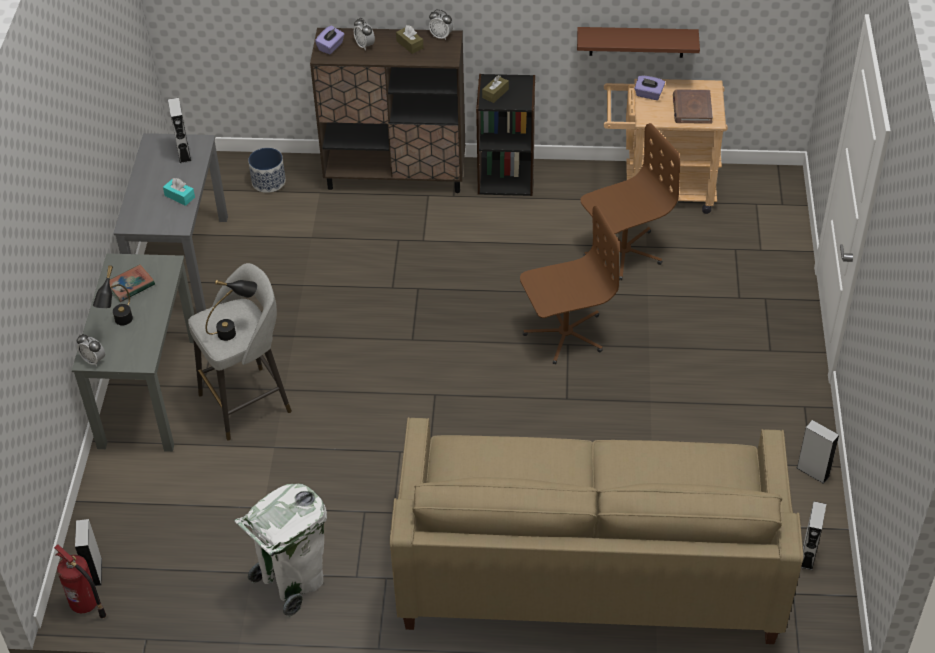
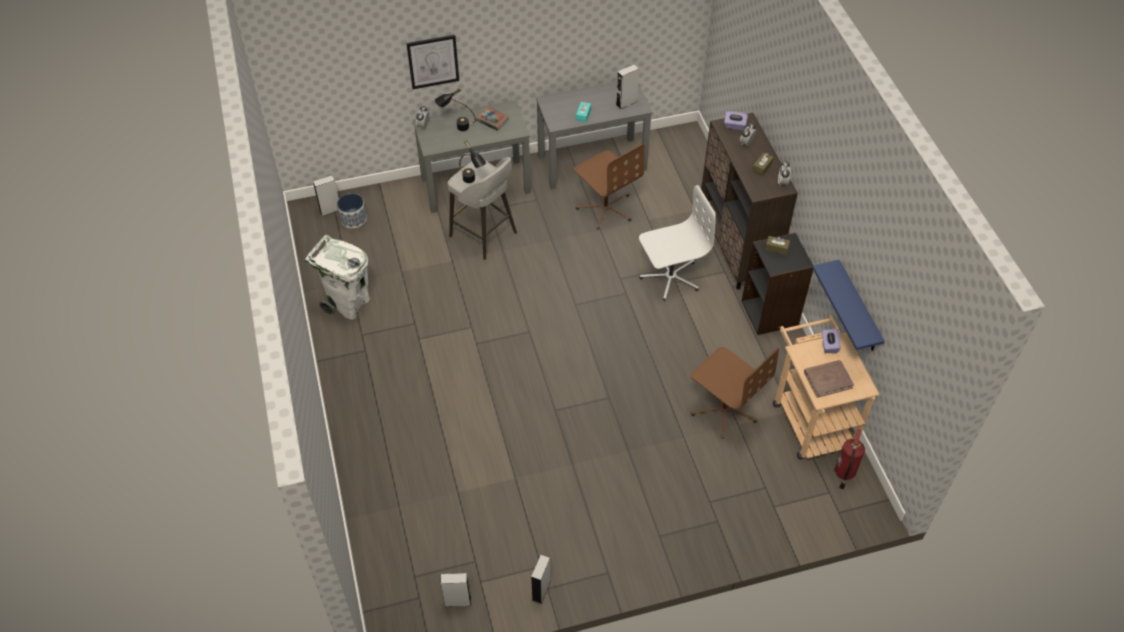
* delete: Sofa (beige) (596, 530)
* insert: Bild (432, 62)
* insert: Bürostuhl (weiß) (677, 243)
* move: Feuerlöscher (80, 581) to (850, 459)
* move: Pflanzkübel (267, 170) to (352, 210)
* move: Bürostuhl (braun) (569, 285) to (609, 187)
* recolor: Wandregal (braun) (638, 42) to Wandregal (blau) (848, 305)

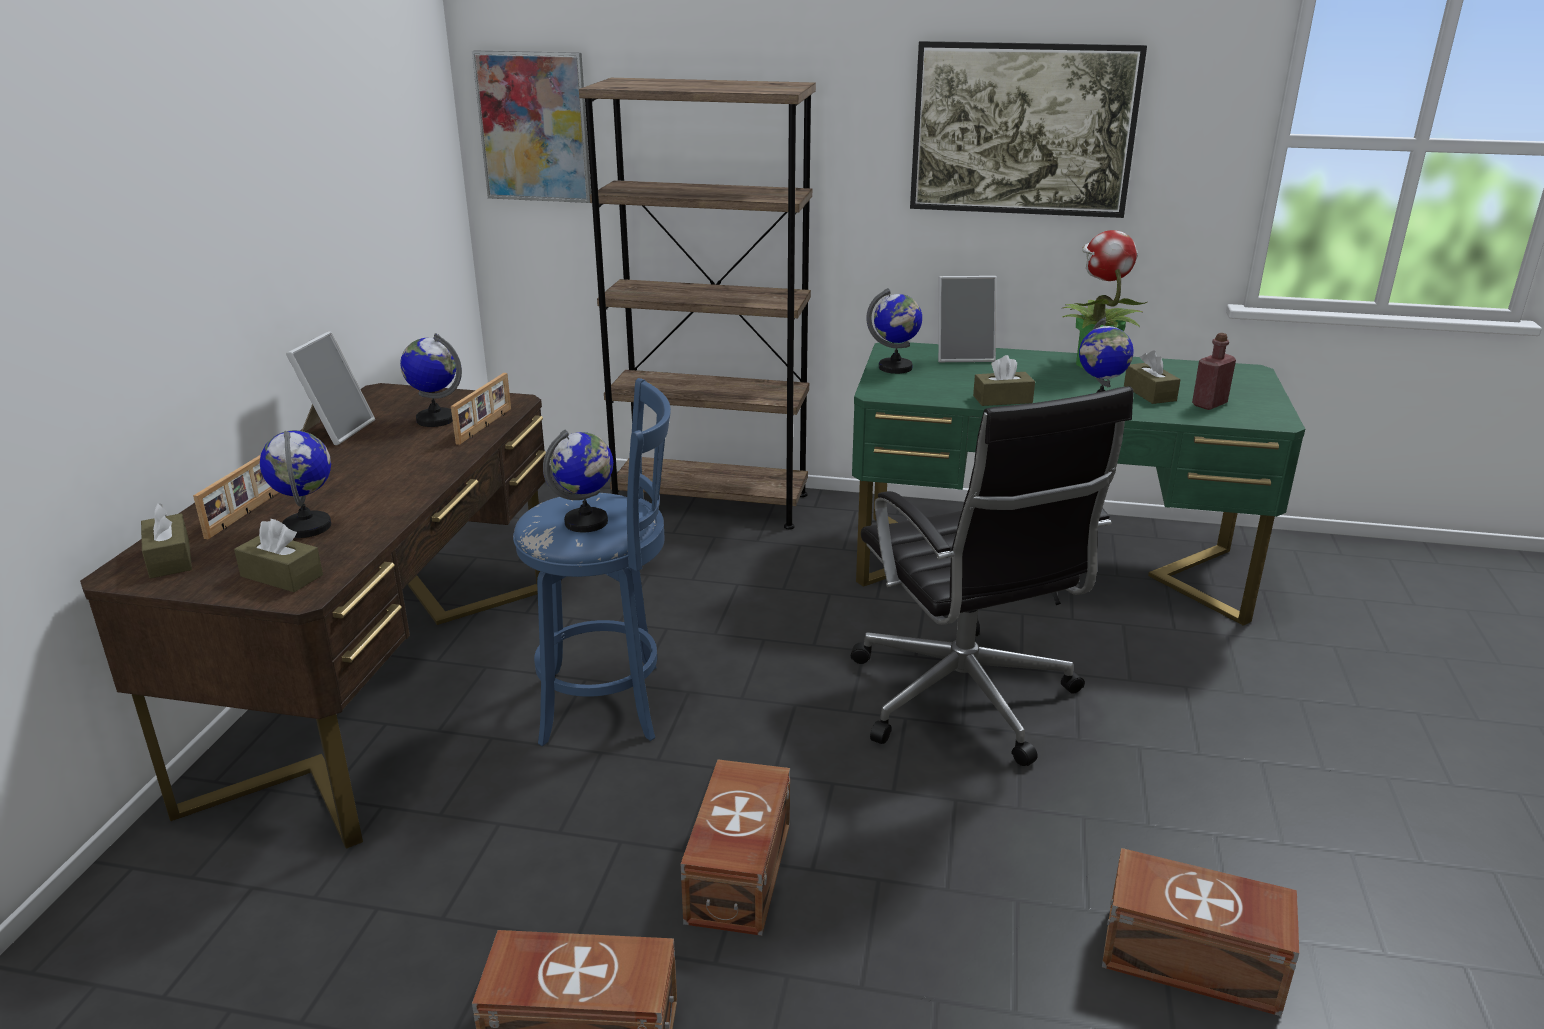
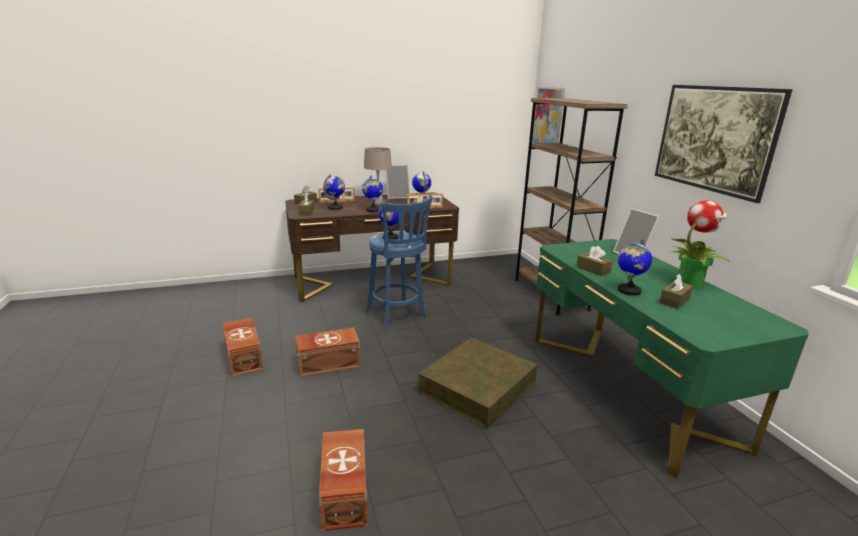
* delete: Flasche (rot) (1214, 371)
* insert: Tischlampe (beige) (378, 175)
* move: Globus (894, 331) to (372, 193)
* replace: Bürostuhl (schwarz) (992, 576) to Aufbewahrungsbox (braun) (478, 383)

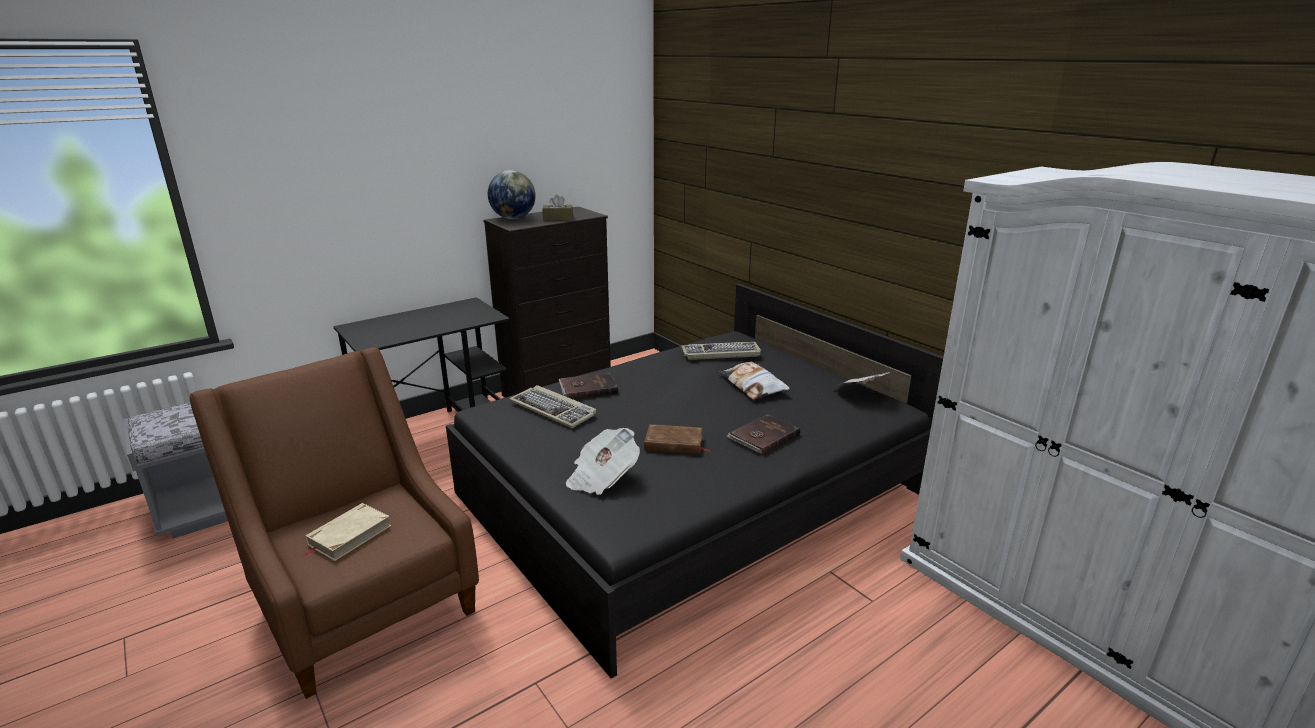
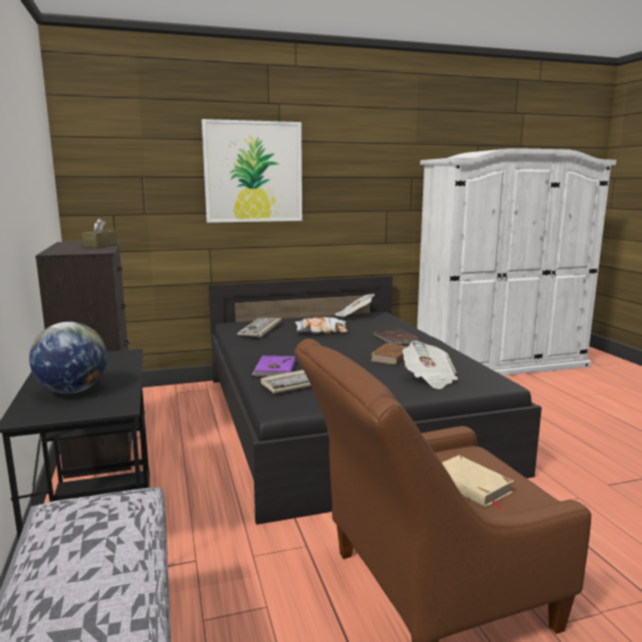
* insert: Bild (252, 171)
* move: Globus (511, 194) to (68, 358)
* recolor: Buch (braun) (588, 385) to Buch (lila) (273, 366)

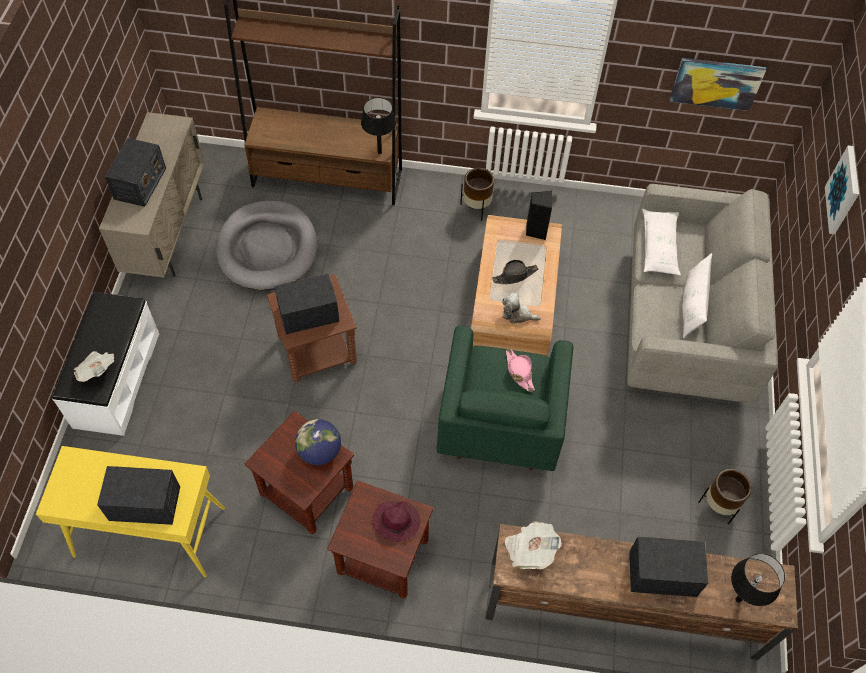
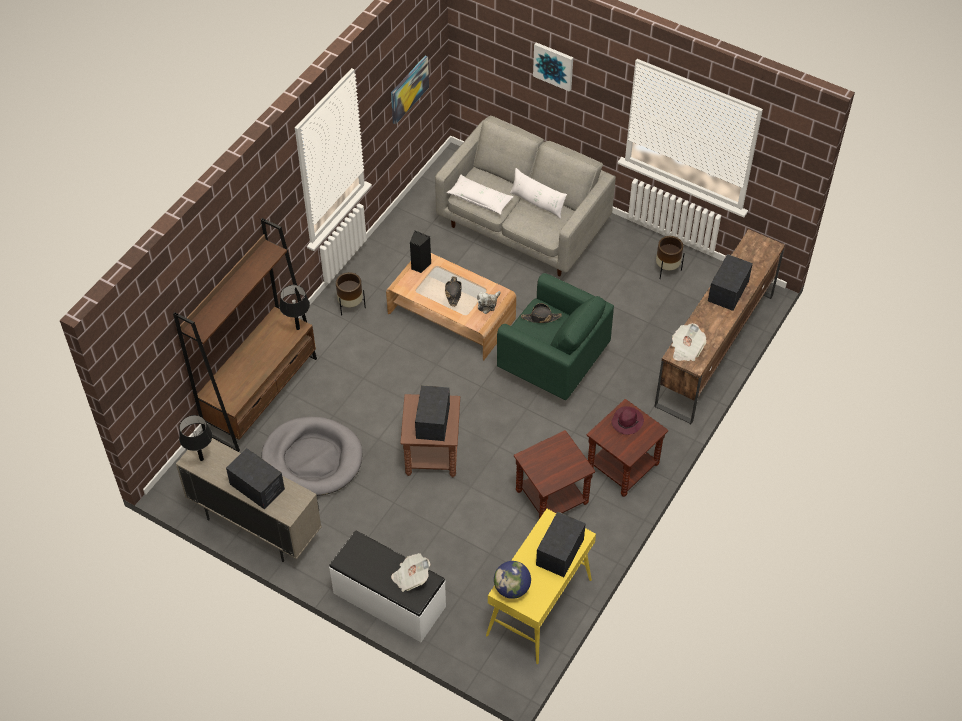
* move: Globus (318, 442) to (512, 580)
* move: Tischlampe (schwarz) (758, 579) to (195, 438)
* recolor: Hut (rosa) (520, 370) to Hut (schwarz) (541, 313)

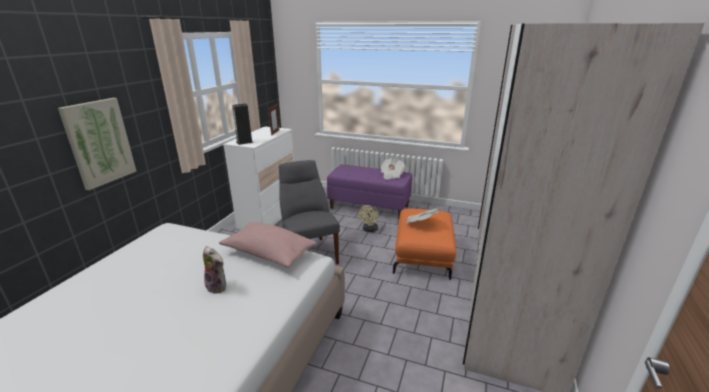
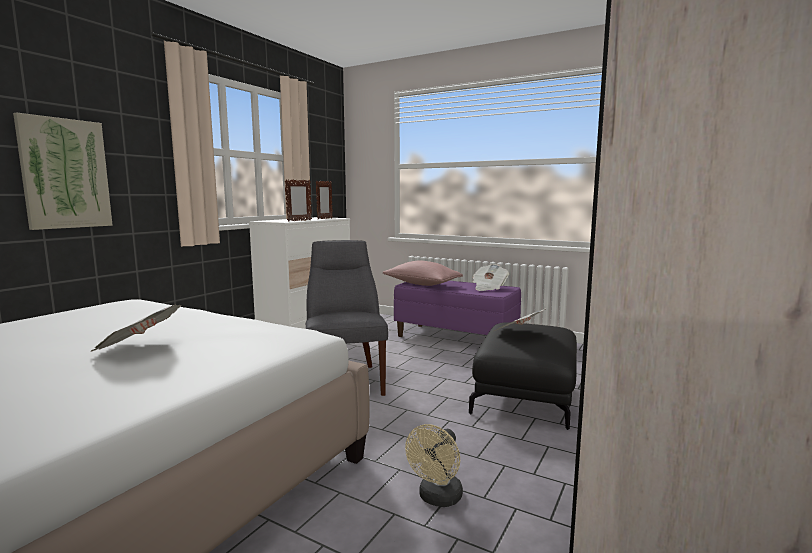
* delete: Lautsprecher (242, 124)
* insert: Bilderrahmen (298, 200)
* move: Kissen (rosa) (268, 245) to (422, 273)
* move: Ventilator (beige) (368, 218) to (434, 465)
* replace: Plüschtier (214, 270) to Zeitung (136, 327)
* recolor: Polsterhocker (orange) (424, 244) to Polsterhocker (schwarz) (523, 376)

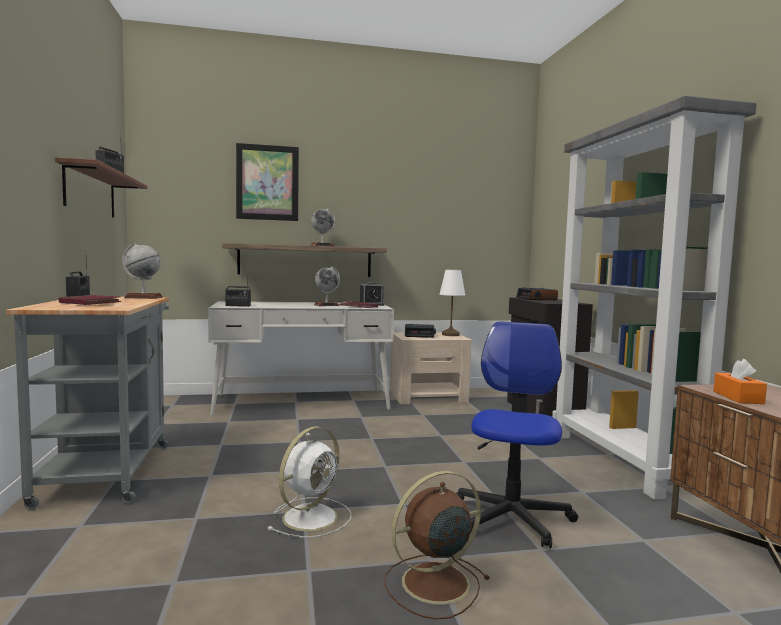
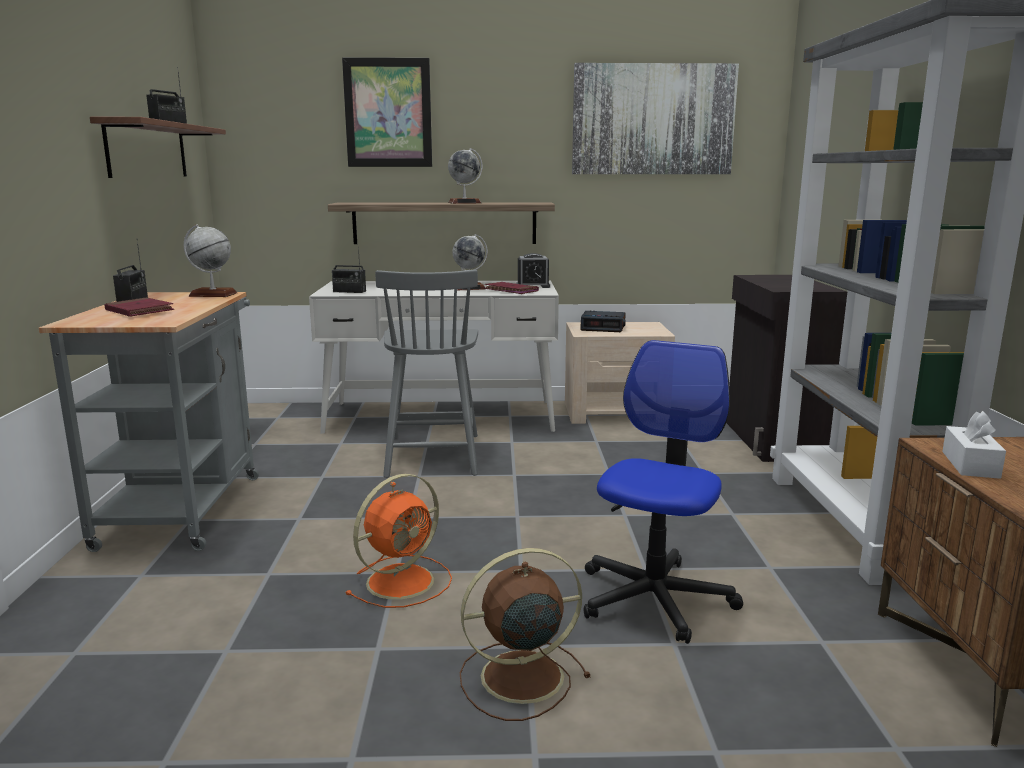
* delete: Tischlampe (weiß) (452, 303)
* delete: Wecker (537, 294)
* insert: Stuhl (grau) (426, 374)
* insert: Bild (655, 118)
* recolor: Ventilator (weiß) (309, 482) to Ventilator (orange) (399, 541)
* recolor: Taschentuchbox (orange) (740, 381) to Taschentuchbox (weiß) (974, 445)

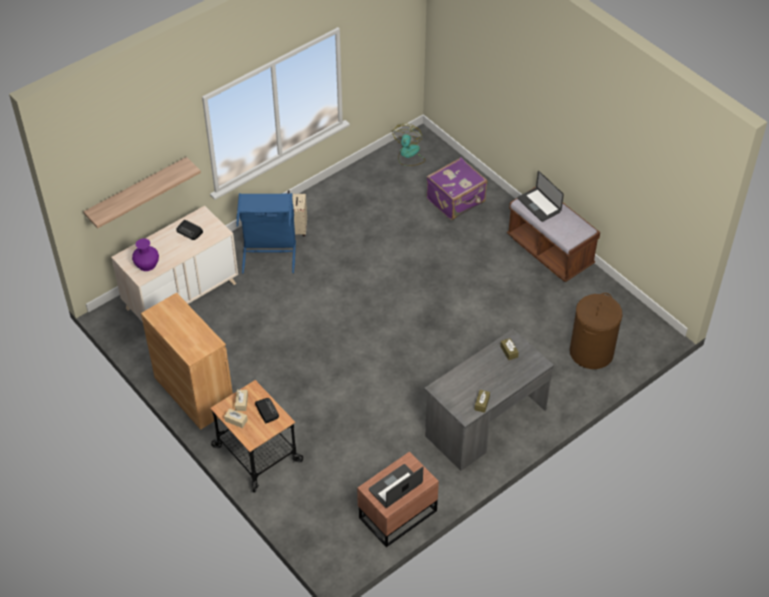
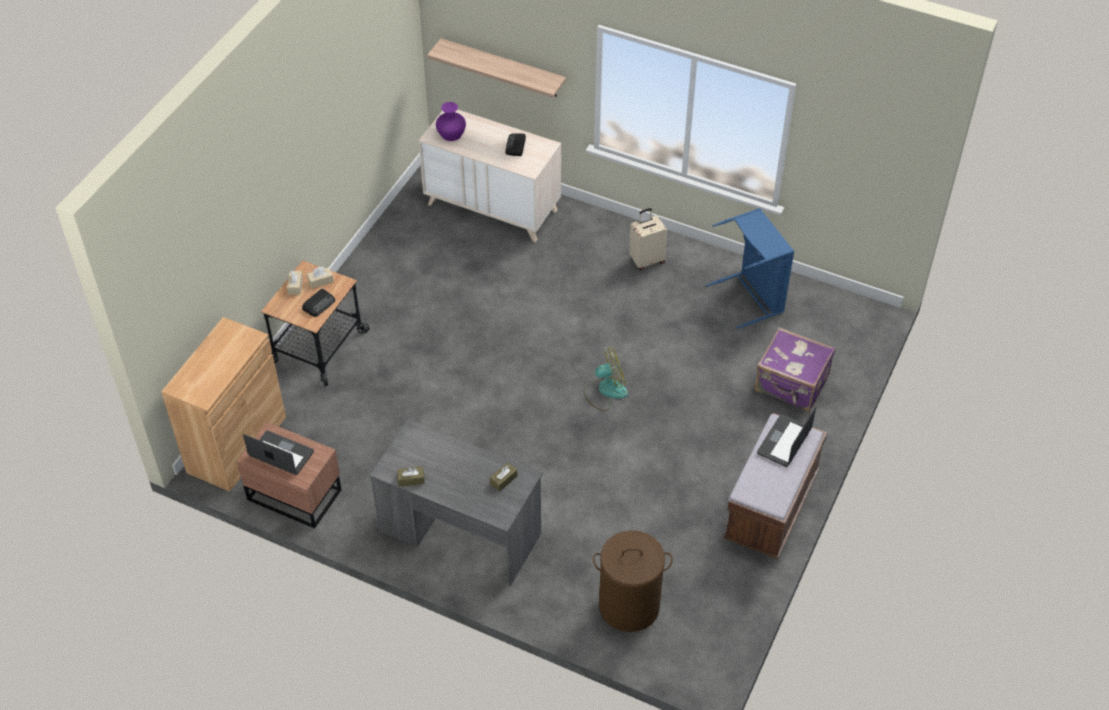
* move: Schrank (braun) (187, 361) to (223, 404)
* move: Wäschekorb (blau) (266, 233) to (750, 268)
* move: Ventilator (408, 145) to (606, 379)

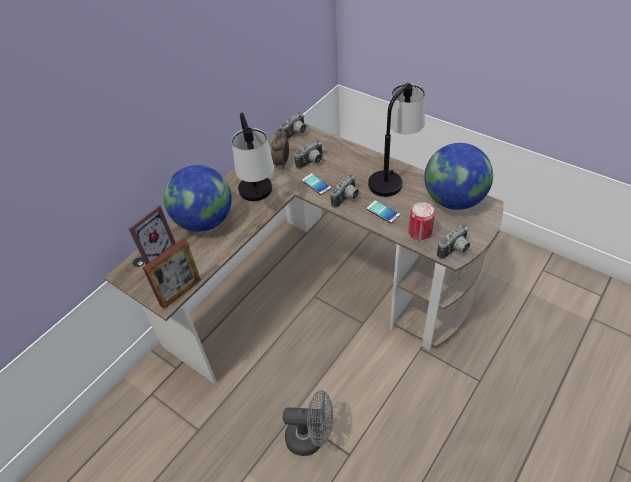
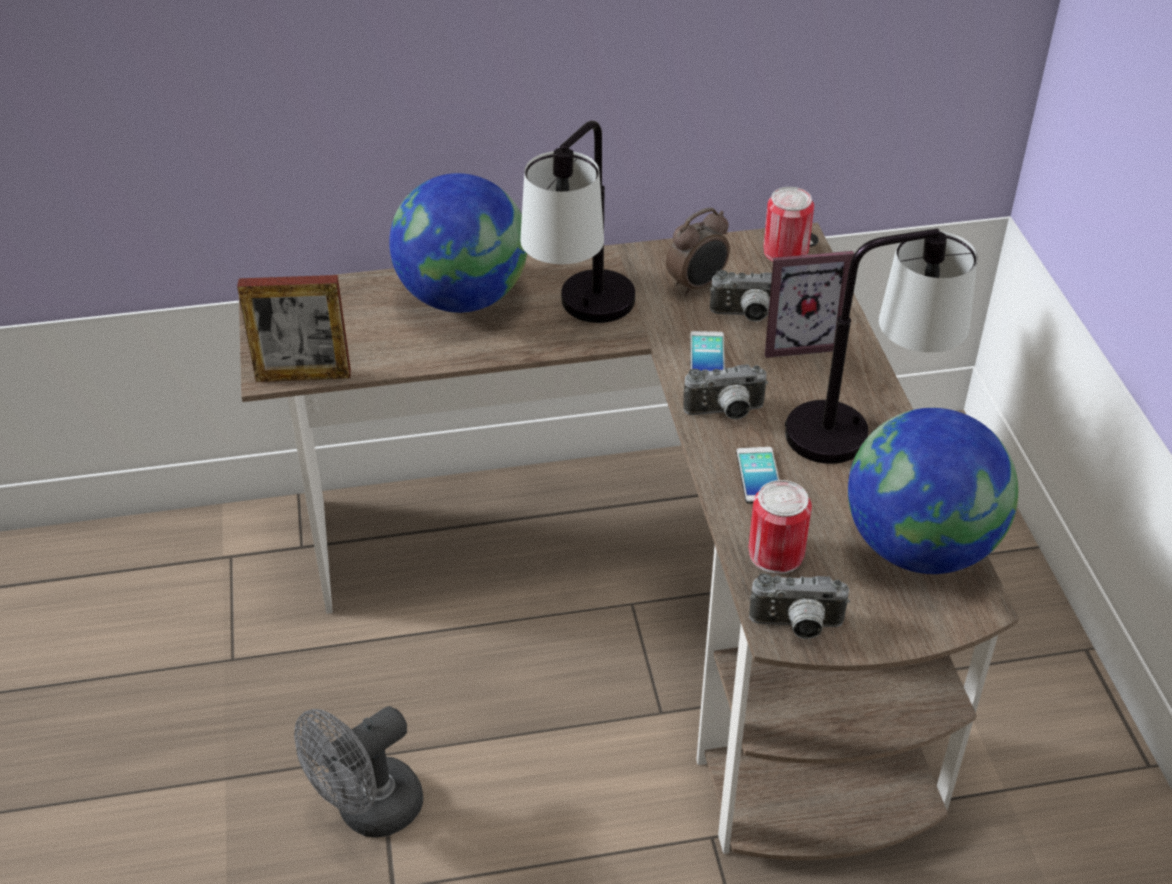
* move: Bilderrahmen (152, 235) to (809, 304)
* replace: Kamera (293, 126) to Dose (788, 224)
* rotate: Ventilator (grau) (308, 423) = (358, 772) 90 degrees clockwise

